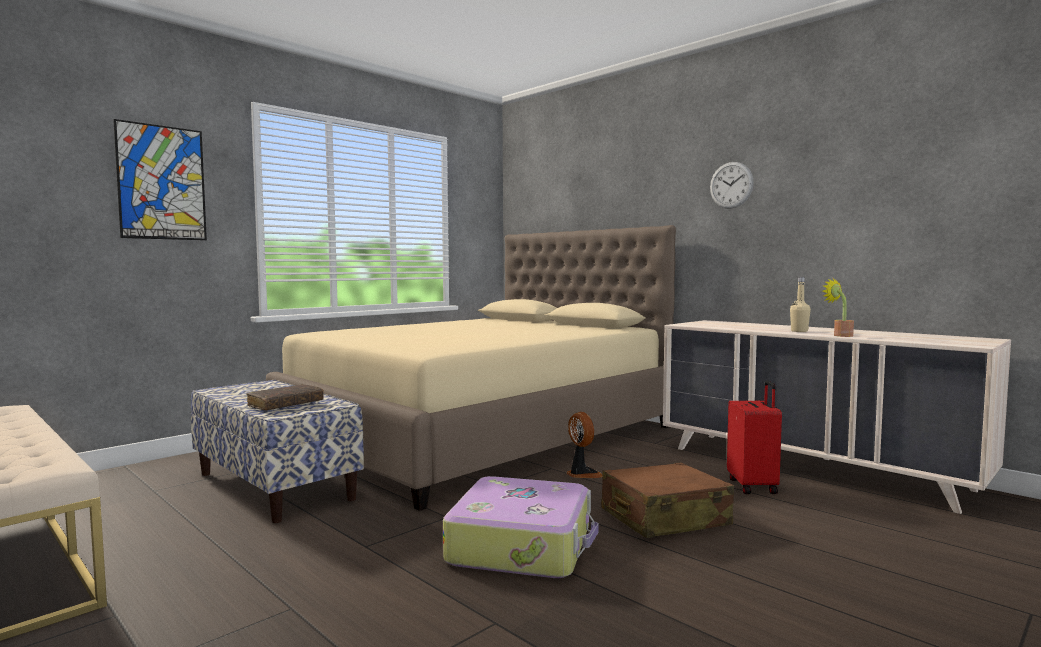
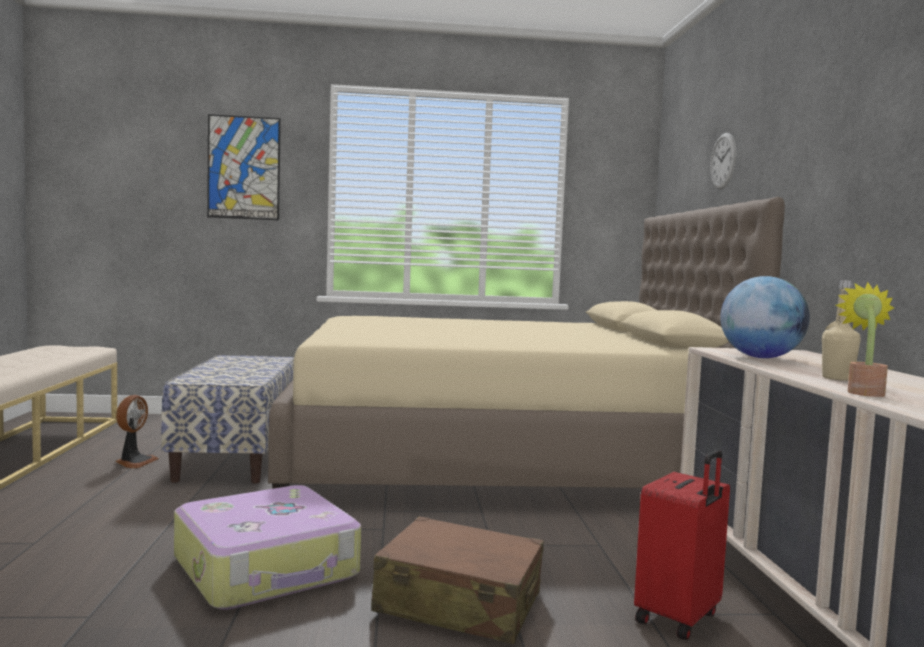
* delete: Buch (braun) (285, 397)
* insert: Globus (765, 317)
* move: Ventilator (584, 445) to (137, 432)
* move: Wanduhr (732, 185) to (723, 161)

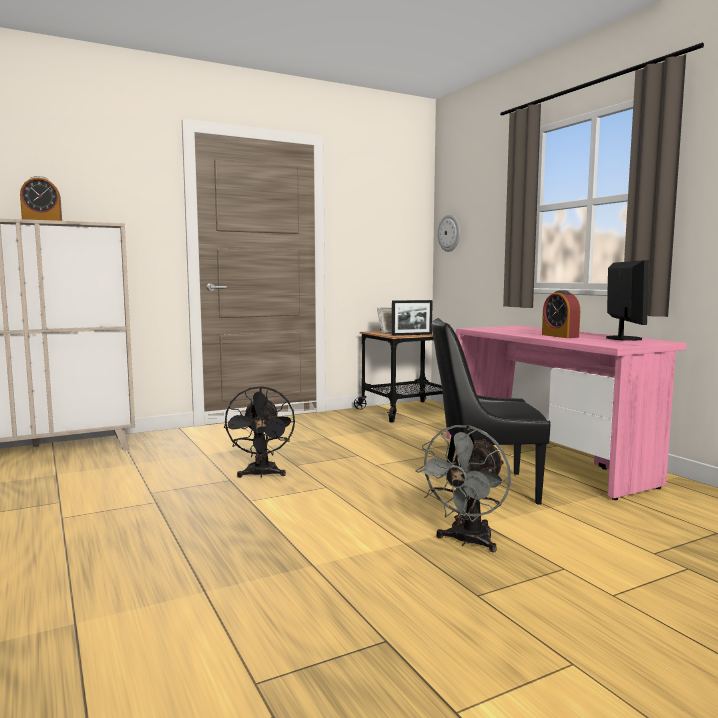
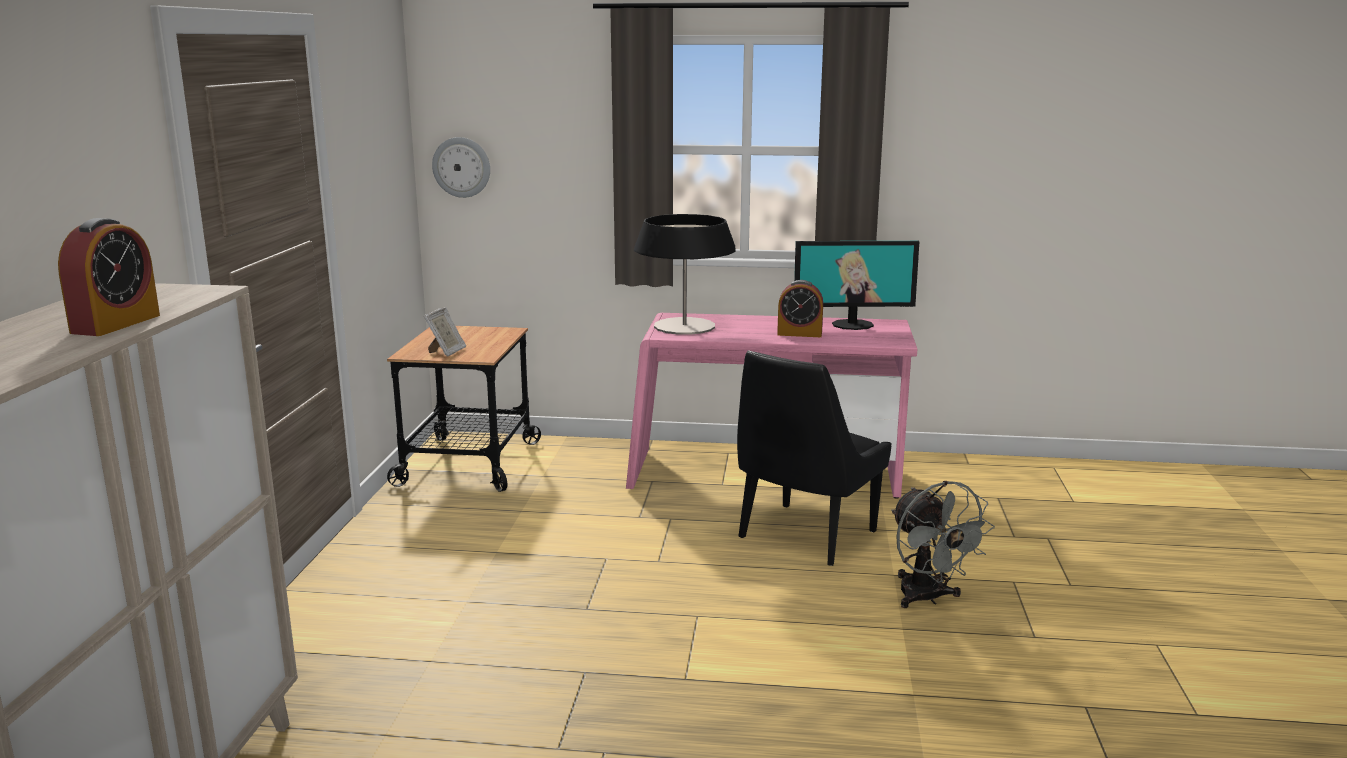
* delete: Ventilator (schwarz) (259, 432)
* delete: Bilderrahmen (412, 318)
* insert: Tischlampe (685, 274)
* rotate: Monitor (627, 300) = (857, 285) 135 degrees clockwise

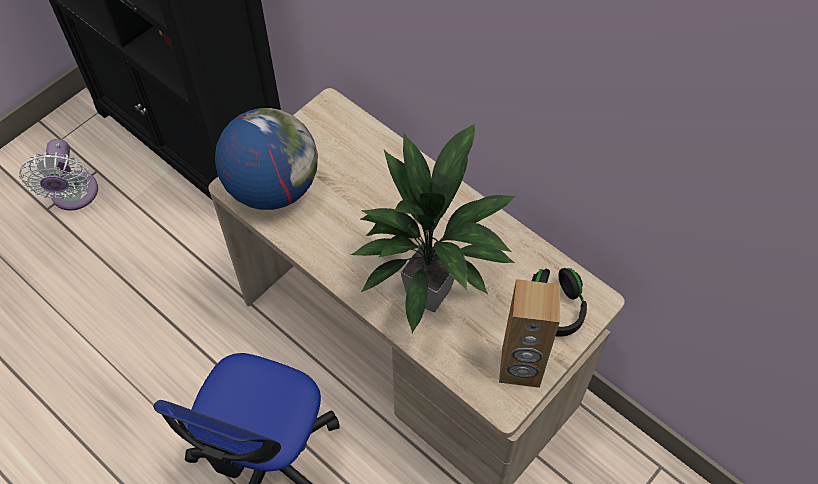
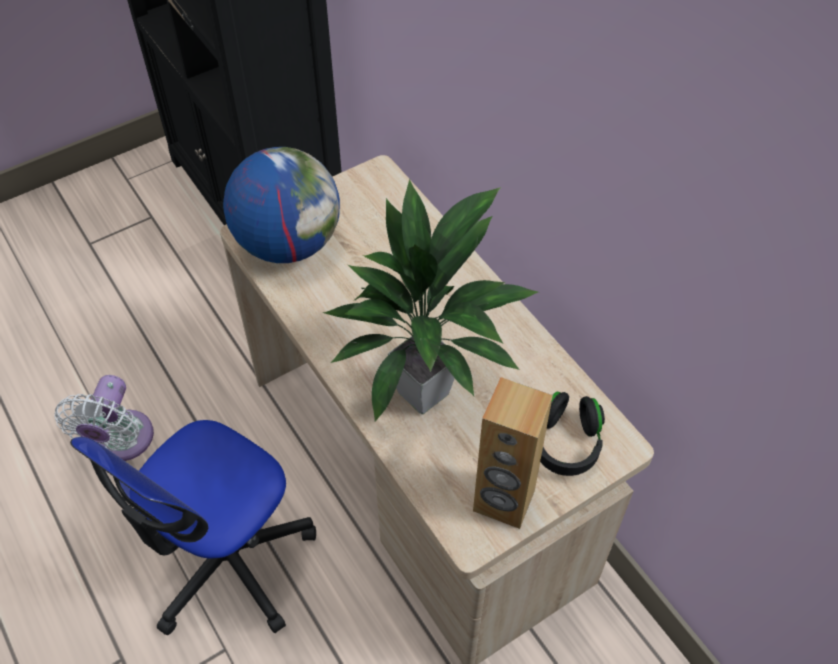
* move: Ventilator (weiß) (58, 175) to (104, 418)

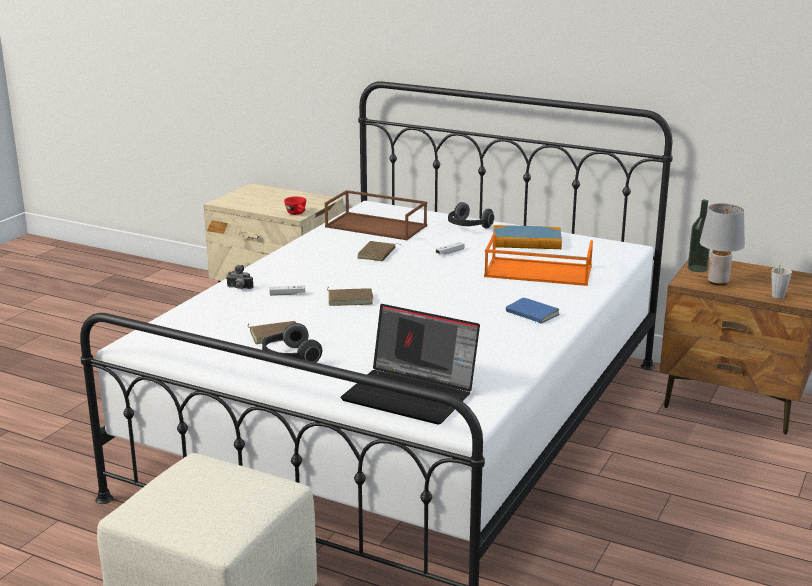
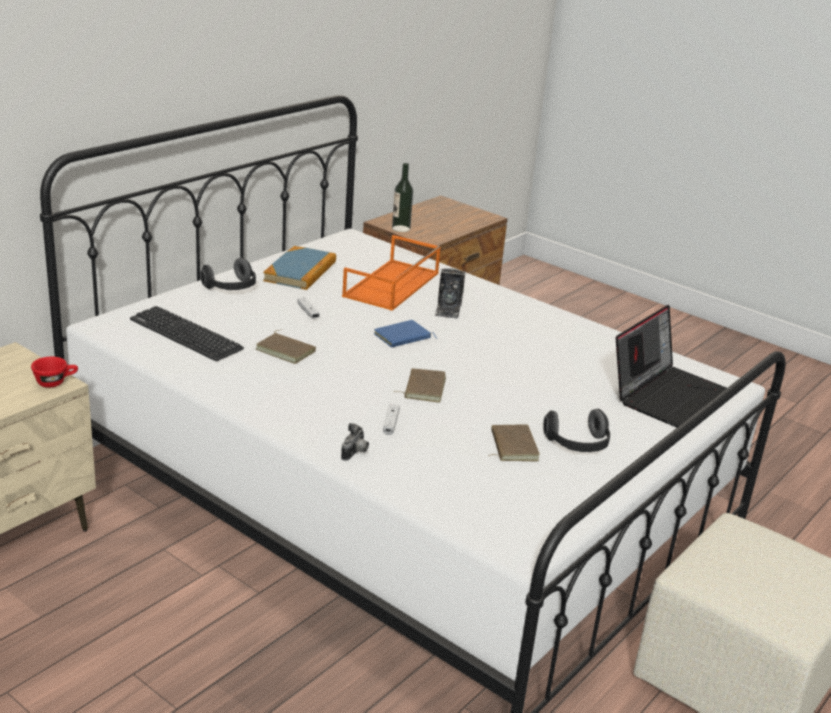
* delete: Tischlampe (grau) (722, 244)
* delete: Tasse (grau) (781, 278)
* insert: Kamera (450, 293)
* move: Buch (blau) (533, 311) to (405, 334)
* replace: Tablett (braun) (376, 215) to Tastatur (187, 333)

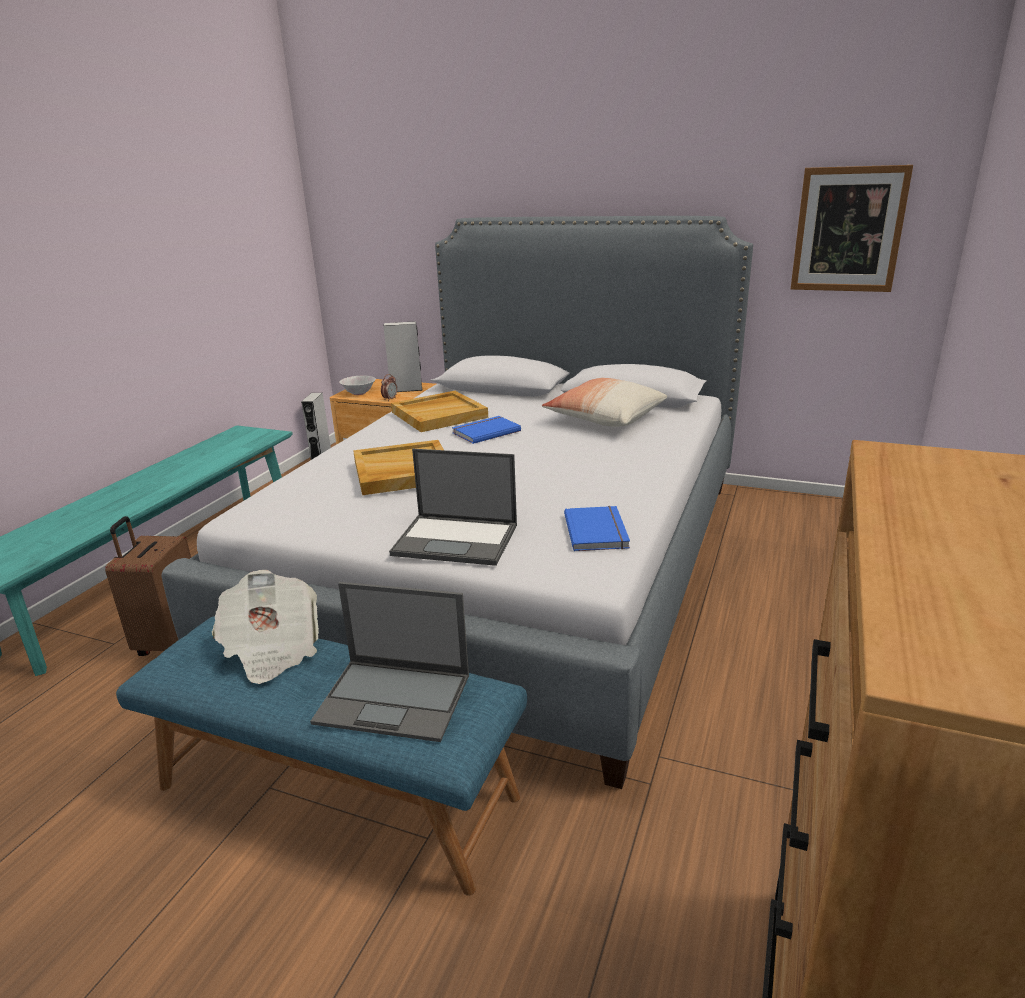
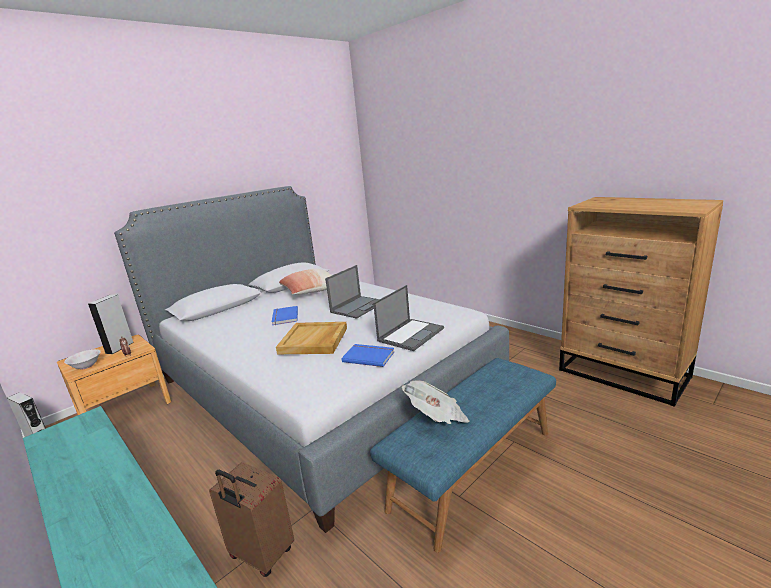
* delete: Tablett (beige) (439, 411)
* delete: Bild (852, 228)
* move: Laptop (389, 662) to (352, 292)
* move: Buch (blau) (597, 528) to (368, 355)

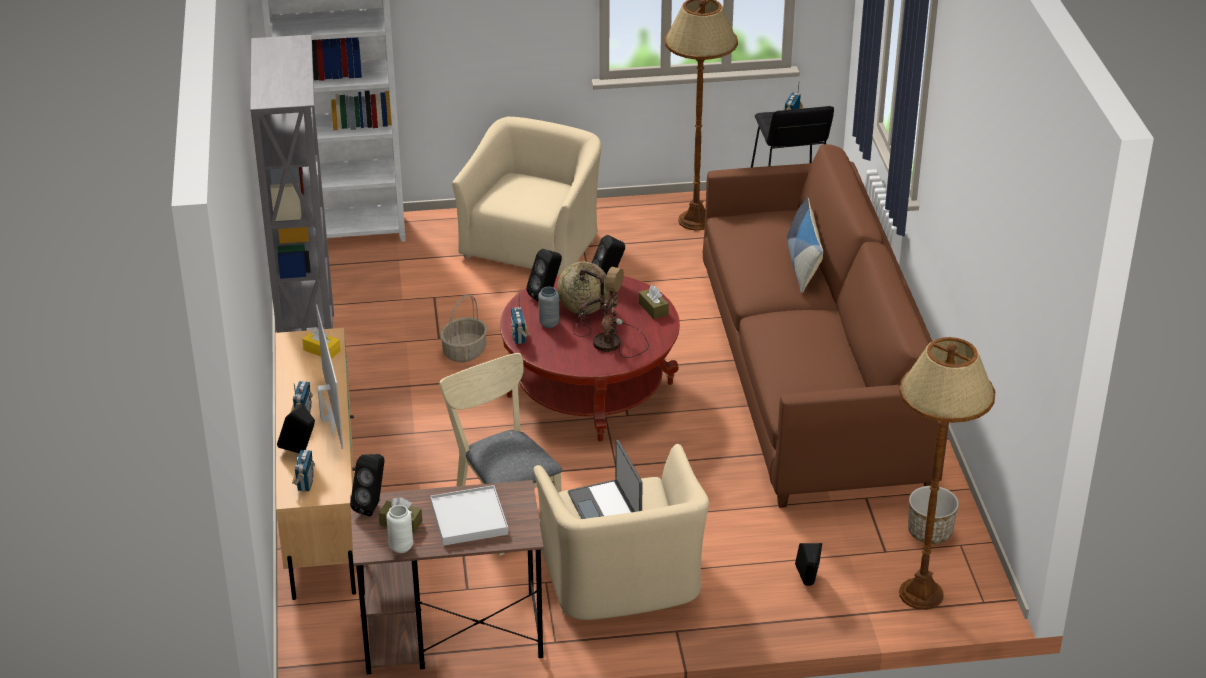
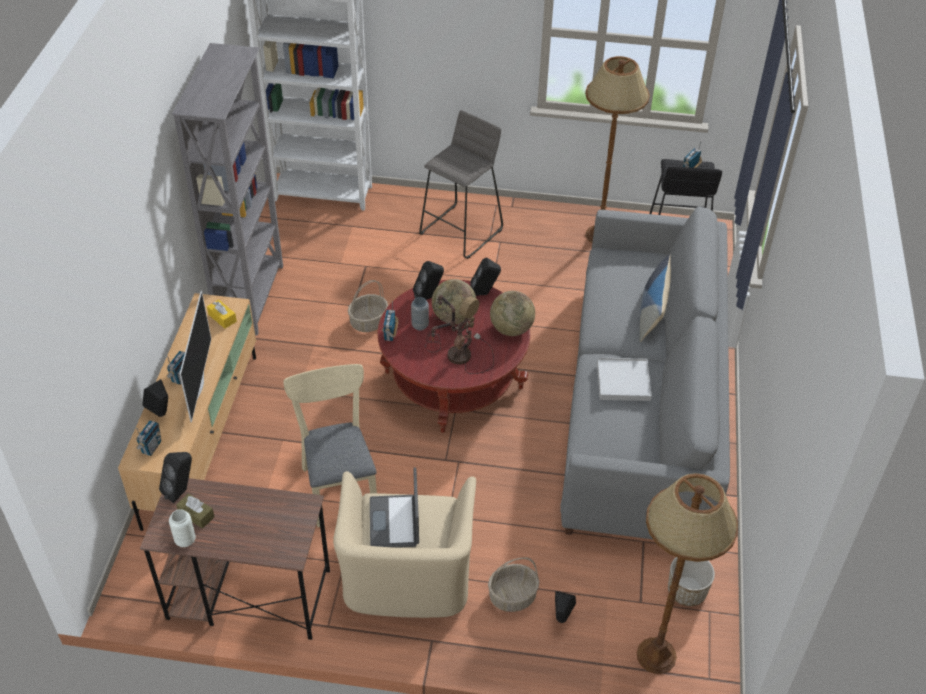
* insert: Korb (513, 584)
* move: Tablett (weiß) (469, 515) to (624, 379)
* replace: Sessel (beige) (526, 196) to Hocker (grau) (461, 184)
* replace: Taschentuchbox (braun) (654, 302) to Globus (512, 313)
* recolor: Sofa (braun) (826, 326) to Sofa (grau) (645, 372)

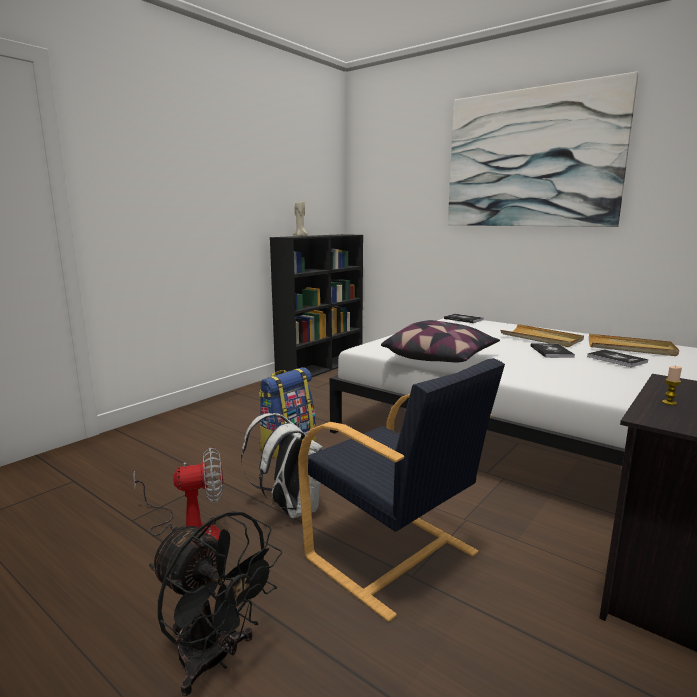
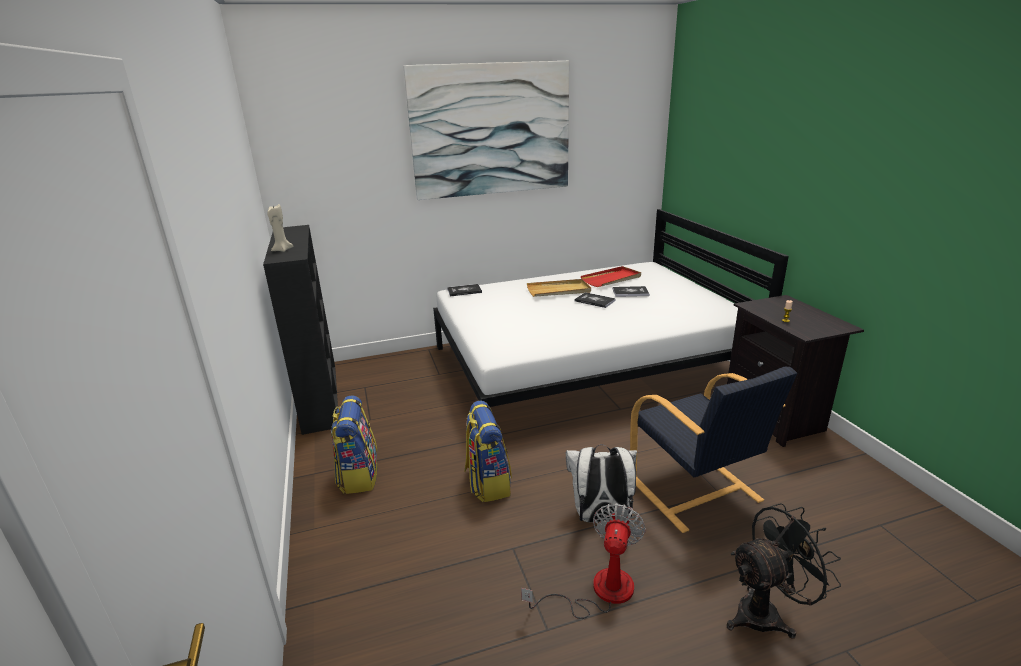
* delete: Kissen (440, 341)
* insert: Rucksack (354, 444)
* recolor: Tablett (beige) (634, 345) to Tablett (rot) (611, 276)
* rotate: Sessel (schwarz) (401, 490) = (713, 450) 75 degrees clockwise

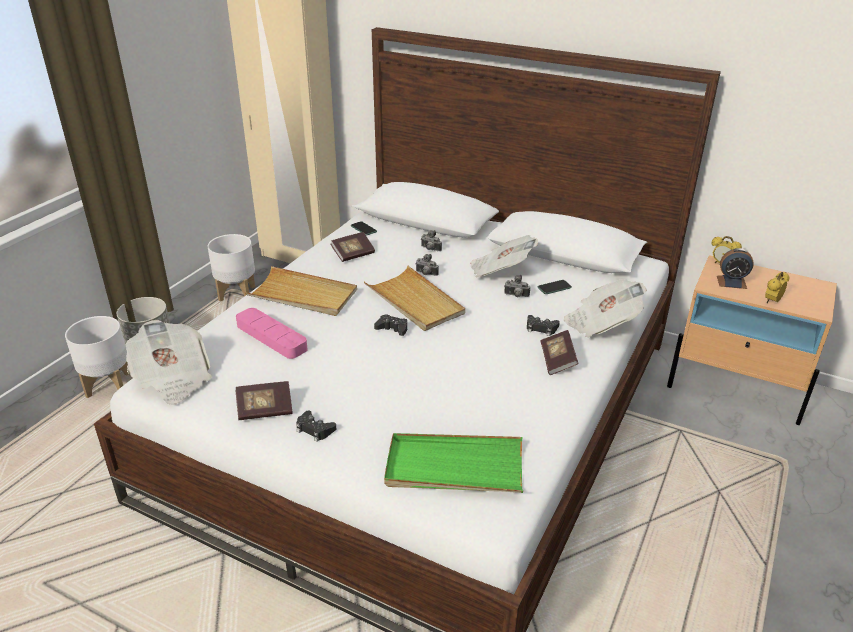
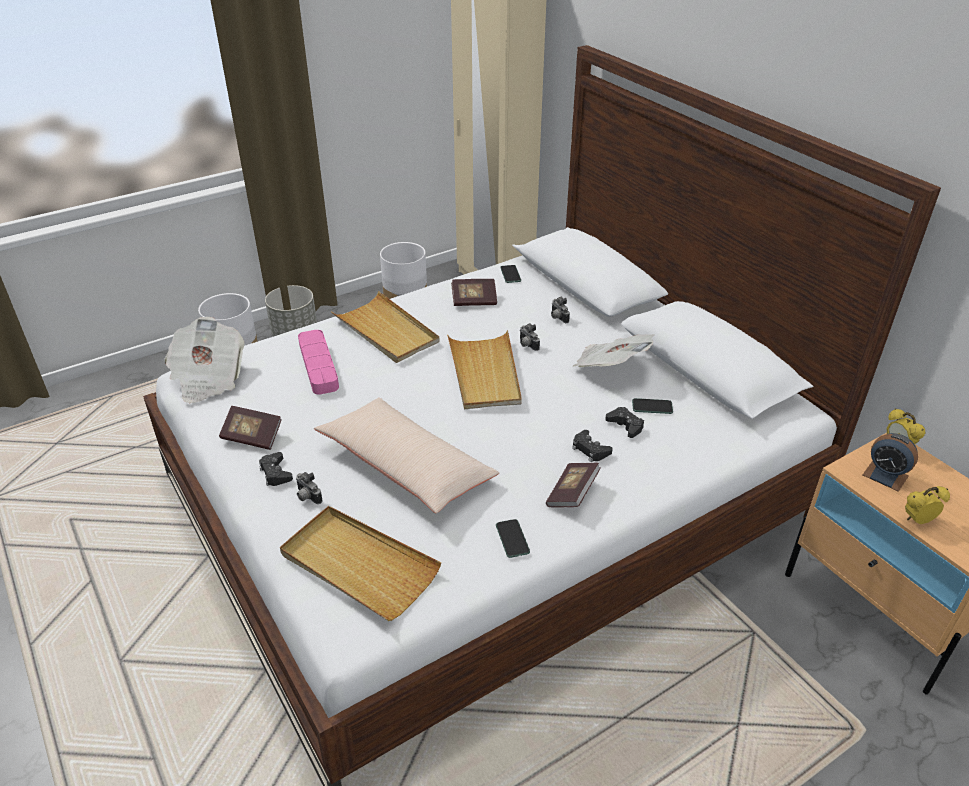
* delete: Zeitung (605, 308)
* insert: Kissen (beige) (406, 455)
* insert: Handy (513, 538)
* move: Gamepad (schwarz) (390, 325) to (624, 422)
* move: Kamera (517, 286) to (309, 488)
* recolor: Tablett (grün) (453, 463) to Tablett (beige) (360, 563)

